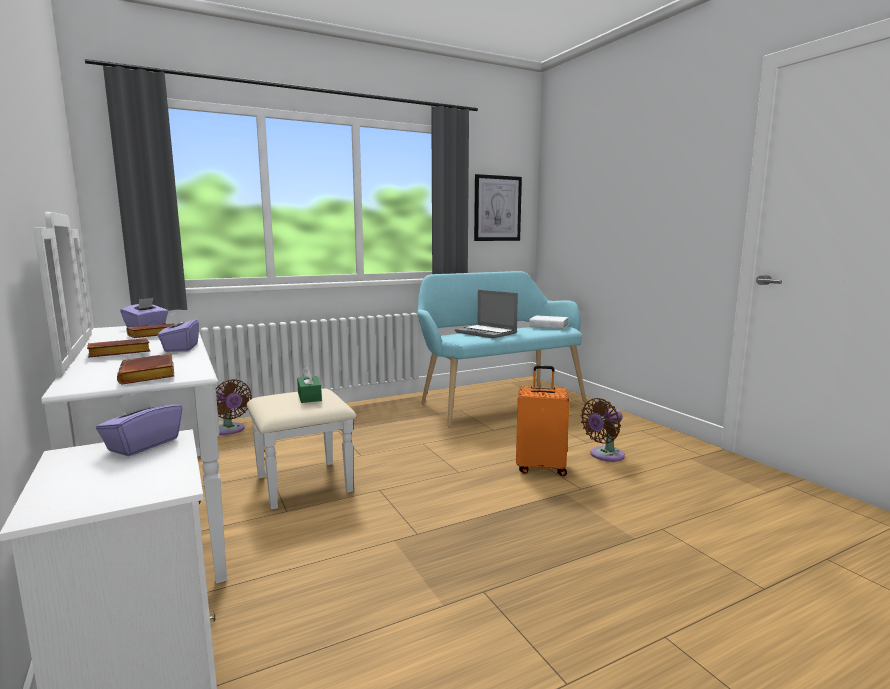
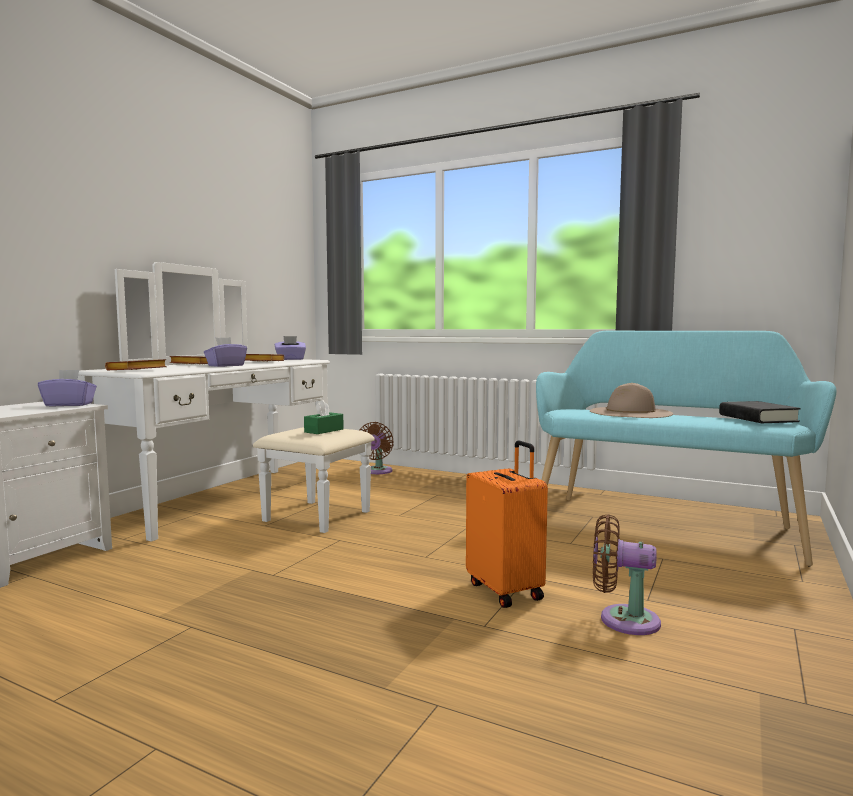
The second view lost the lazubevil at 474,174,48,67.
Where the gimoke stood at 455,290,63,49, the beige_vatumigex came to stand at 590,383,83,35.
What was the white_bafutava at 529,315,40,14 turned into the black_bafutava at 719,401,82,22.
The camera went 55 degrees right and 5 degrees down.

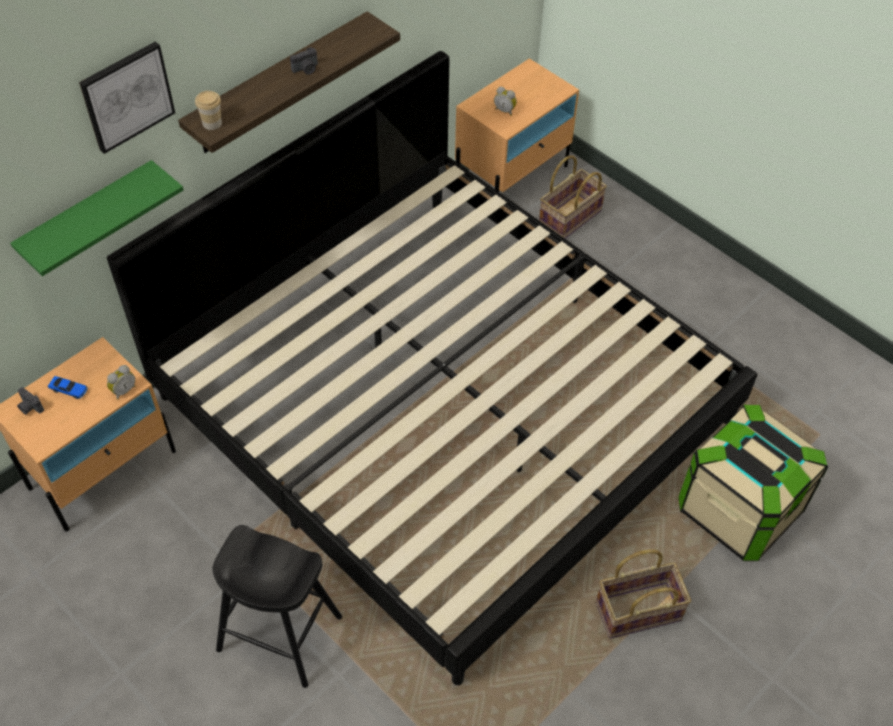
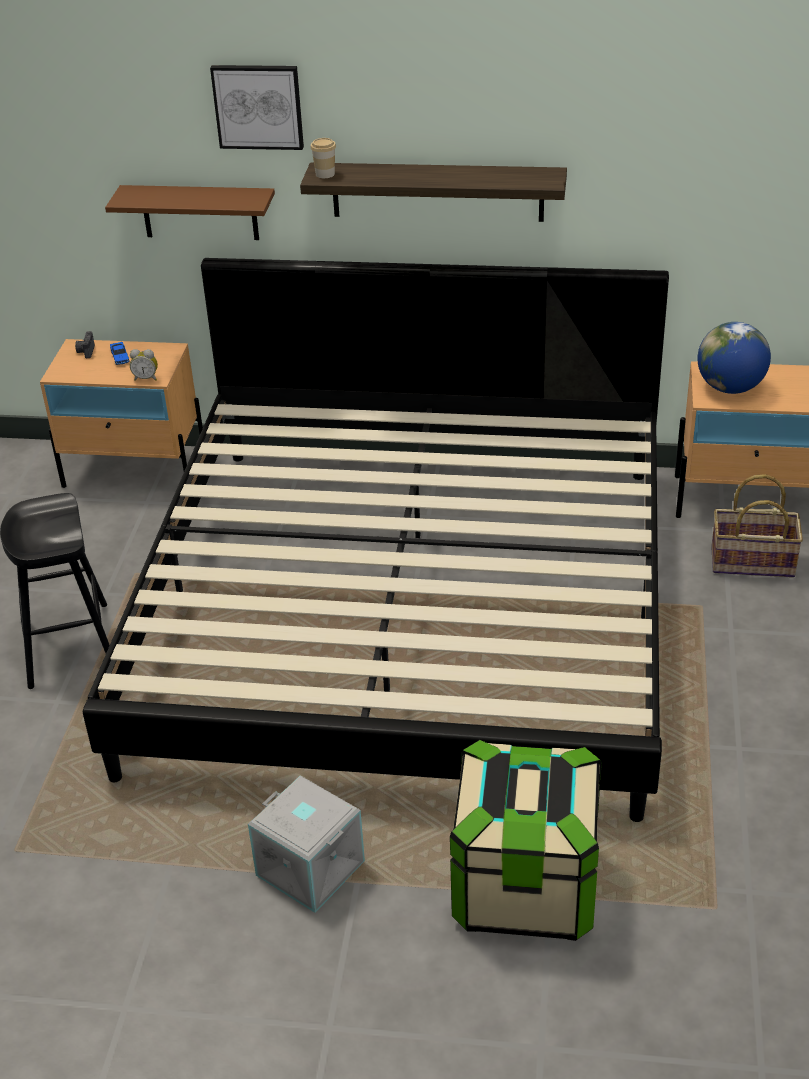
The second view lost the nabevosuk at 290,47,28,28.
Where the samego stood at 494,87,23,29, the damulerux came to stand at 698,322,73,72.
Where the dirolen stood at 596,549,95,90, the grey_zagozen came to stand at 248,775,117,138.
What was the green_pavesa at 10,160,174,116 turned into the brown_pavesa at 105,185,170,55.
The camera went 55 degrees right and 15 degrees down.

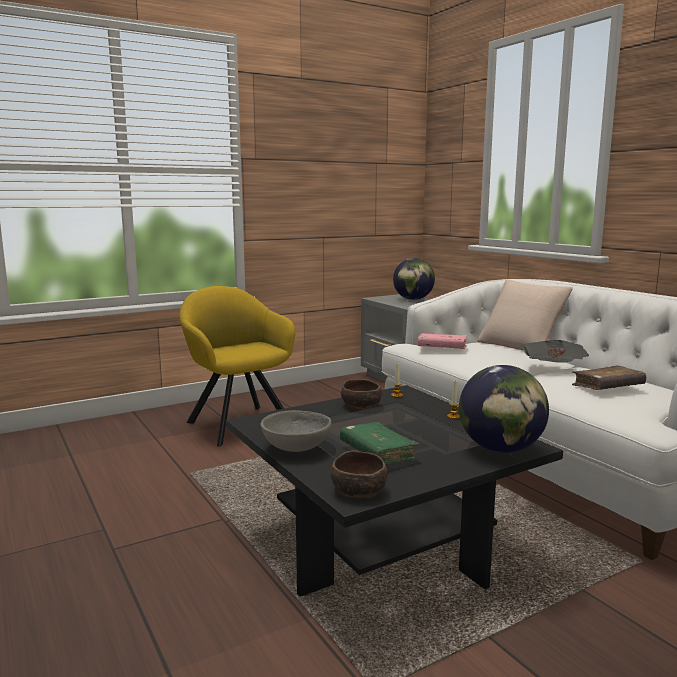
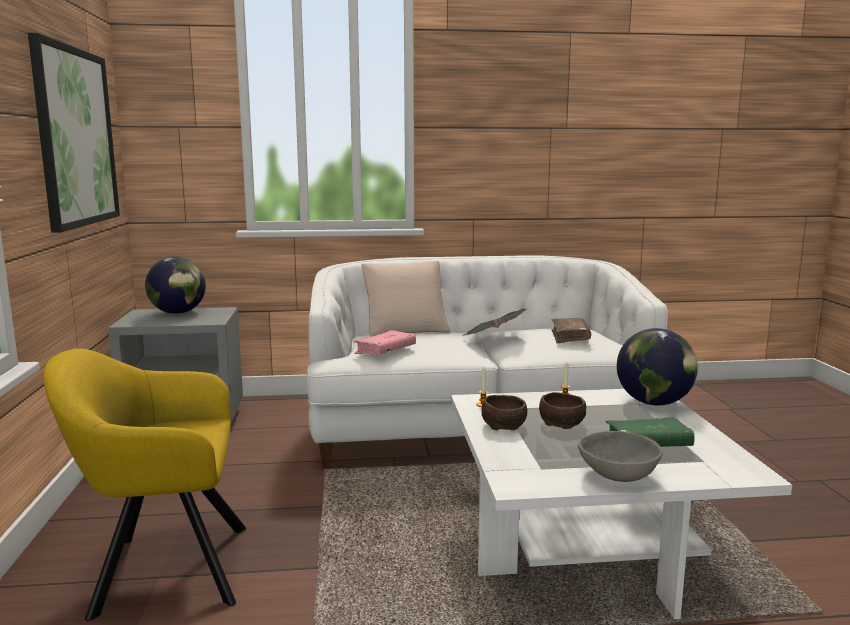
The second view gained the lazubevil at 28,33,92,200.
The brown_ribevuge ended up elsewhere, having gone from 331,450,57,49 to 539,392,47,37.
What was the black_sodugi at 226,385,337,212 turned into the white_sodugi at 451,389,341,230.
The camera went 65 degrees left and 0 degrees up.

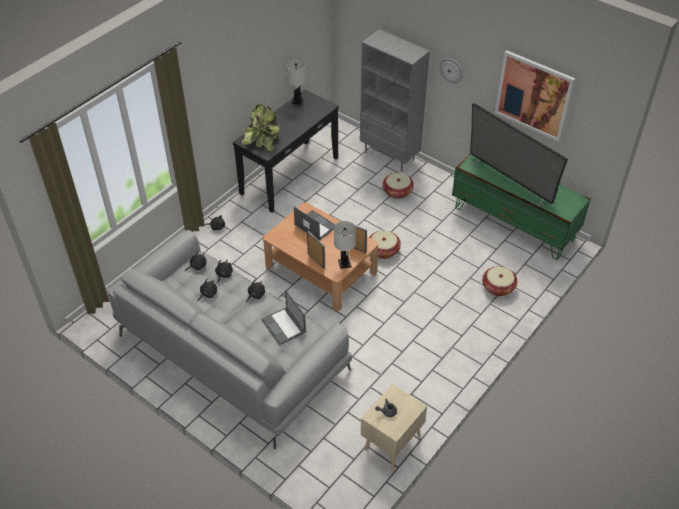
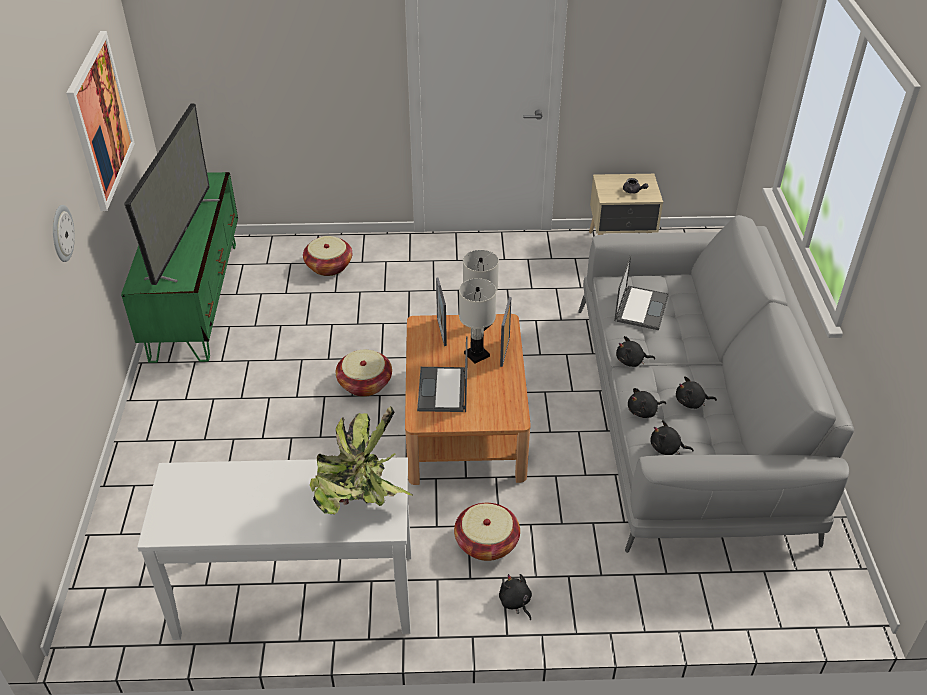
The second view lost the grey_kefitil at 360,29,70,143.
The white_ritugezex ended up elsewhere, having gone from 287,59,19,46 to 459,278,37,86.
The dirolen ended up elsewhere, having gone from 382,173,32,26 to 454,503,66,58.
What was the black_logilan at 233,89,106,124 turned into the white_logilan at 137,457,274,183.
The camera went 130 degrees left and 5 degrees down.

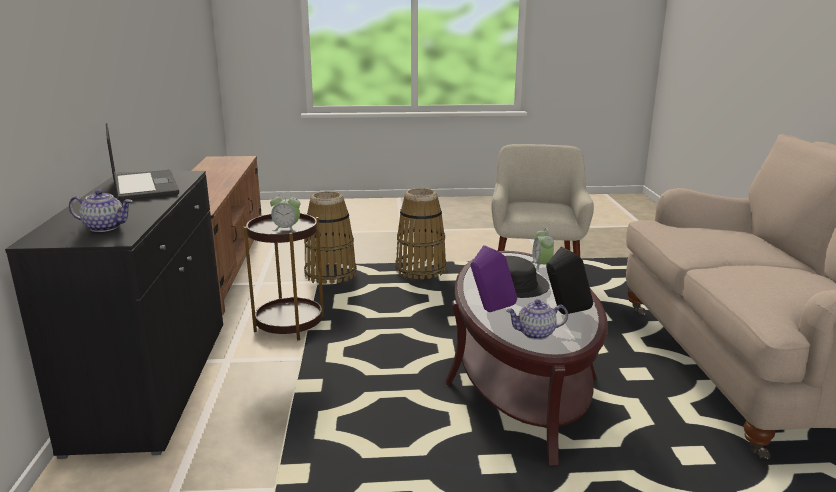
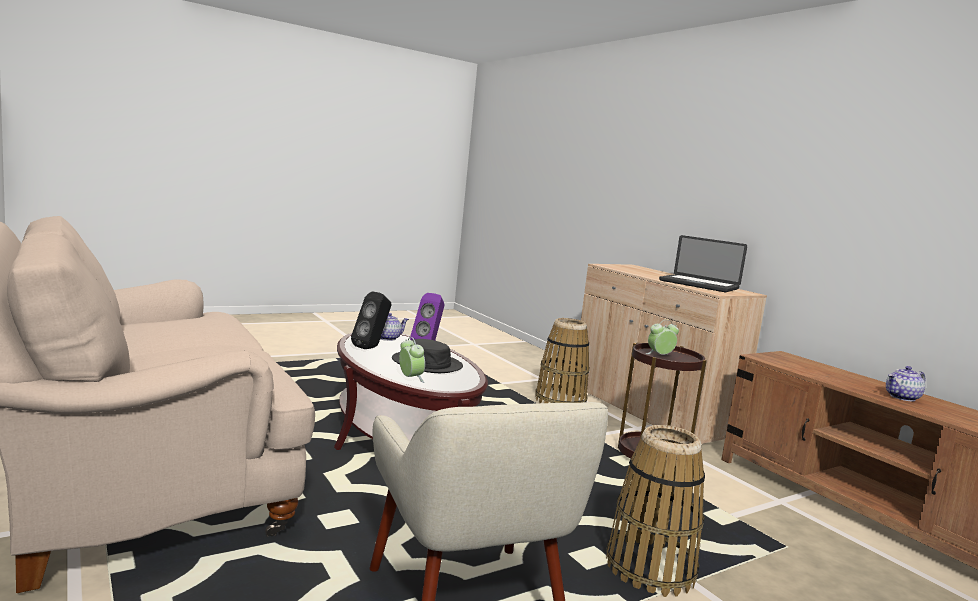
The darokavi ended up elsewhere, having gone from 69,190,63,42 to 886,366,39,35.
The dirolen ended up elsewhere, having gone from 304,191,53,93 to 535,318,55,85.
What was the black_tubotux at 5,171,218,288 turned into the beige_tubotux at 581,264,186,180.
The camera went 150 degrees right and 10 degrees down.

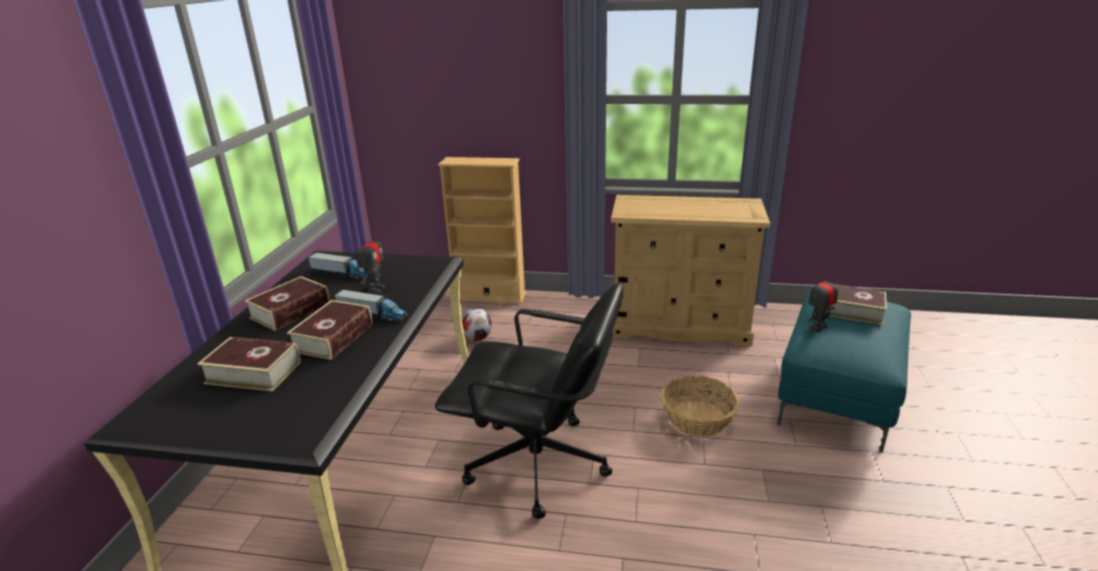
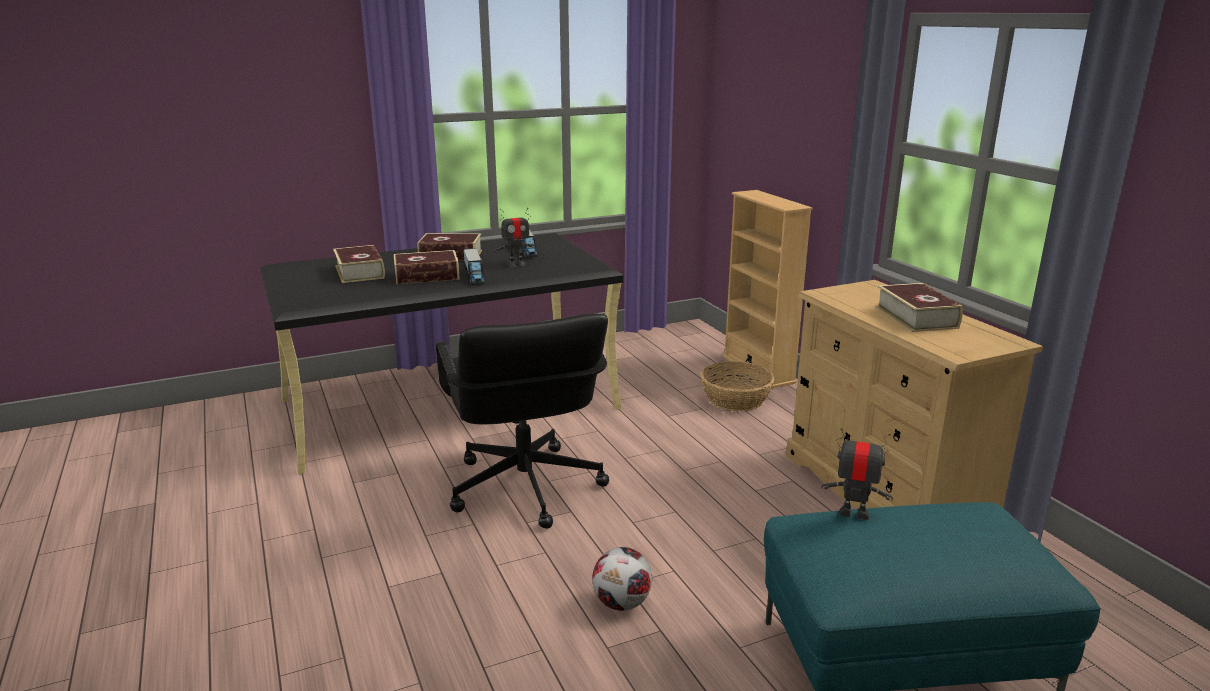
The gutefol ended up elsewhere, having gone from 462,308,30,33 to 592,547,60,64.
The dirolen ended up elsewhere, having gone from 661,375,78,62 to 700,361,74,50.
The bafutava ended up elsewhere, having gone from 829,284,58,41 to 876,283,87,49.
The camera went 55 degrees right and 5 degrees down.

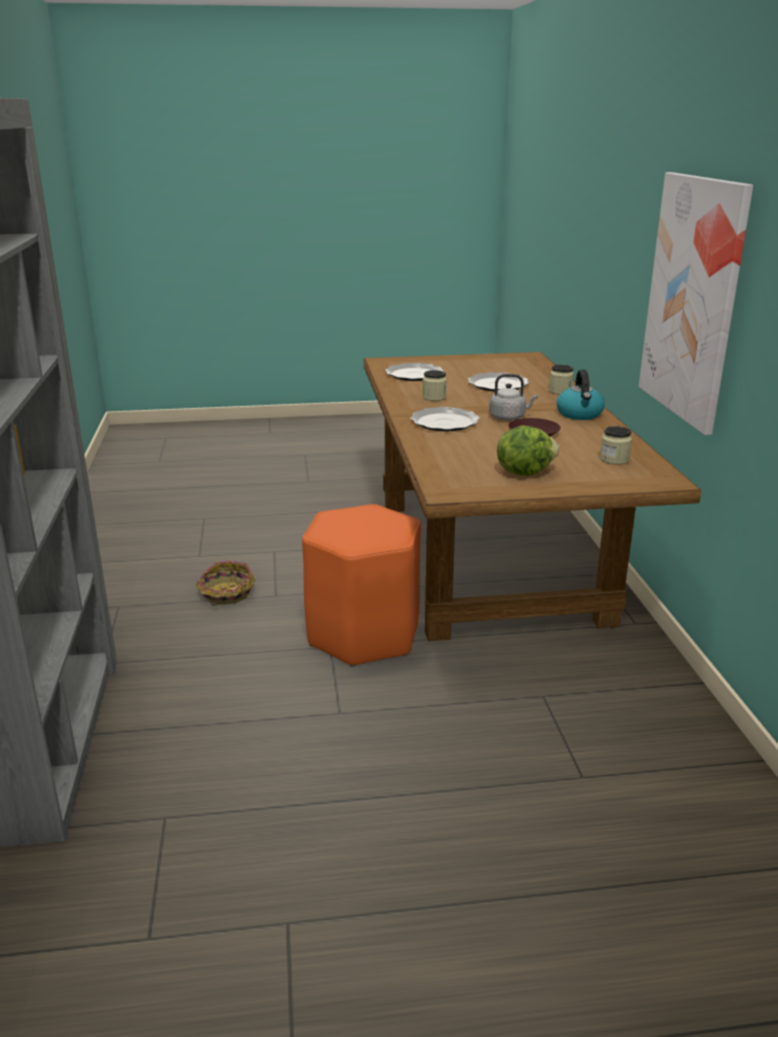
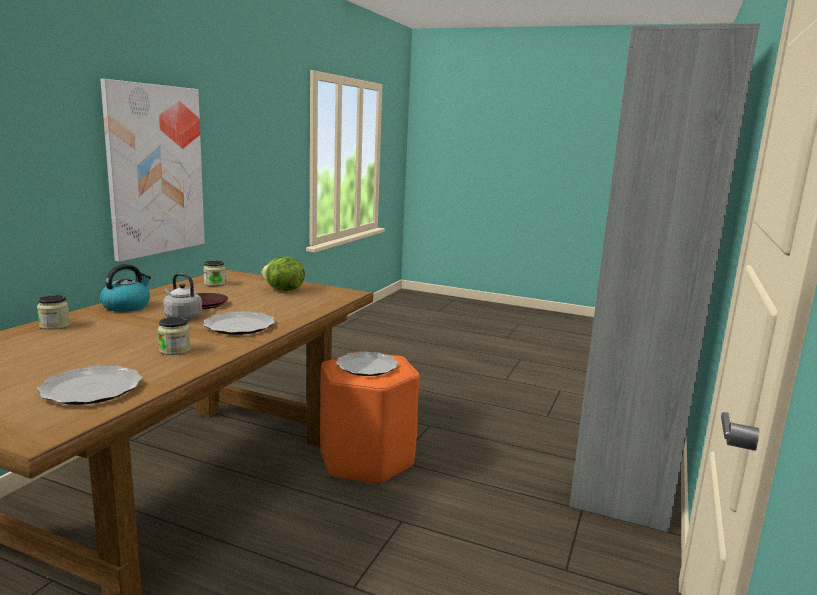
The second view lost the dirolen at 196,561,59,45.
The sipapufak ended up elsewhere, having gone from 468,372,61,20 to 336,352,62,24.
The camera went 150 degrees left and 10 degrees down.

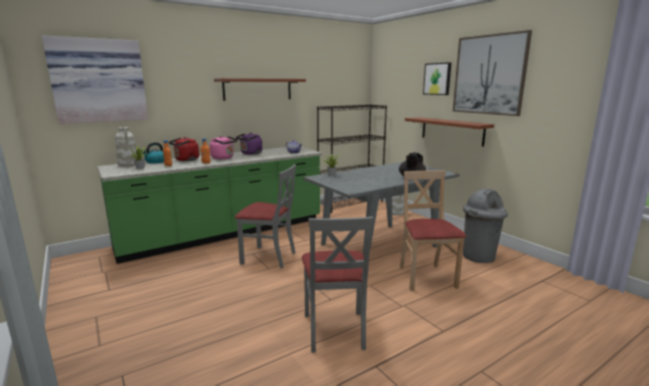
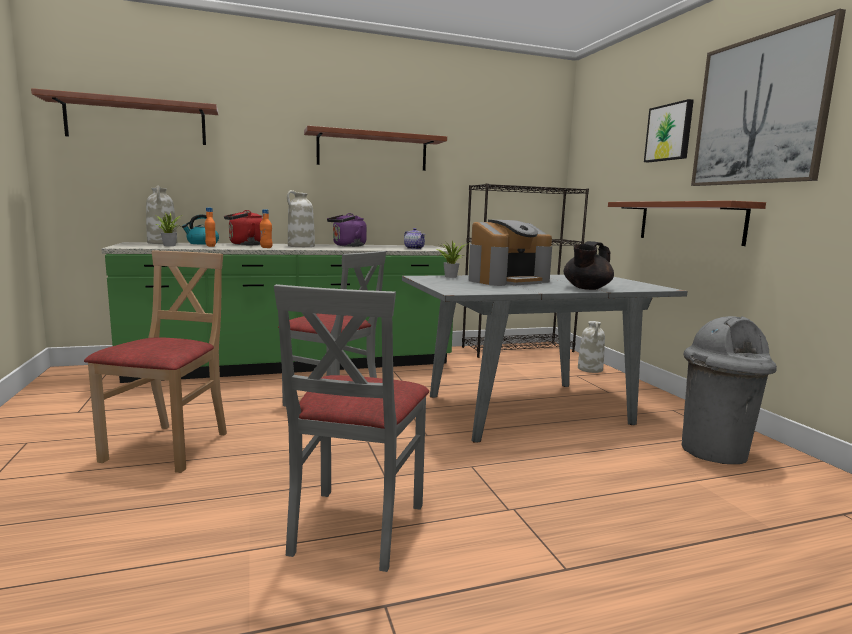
The second view gained the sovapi at 468,220,84,66.
The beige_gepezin ended up elsewhere, having gone from 400,171,66,120 to 84,250,143,223.
Where the lazubevil hung at 42,35,106,89, the pavesa came to hang at 31,88,188,57.
Where the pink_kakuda stood at 210,136,28,23, the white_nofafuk came to stand at 287,190,28,57.
The camera went 15 degrees right and 5 degrees down.

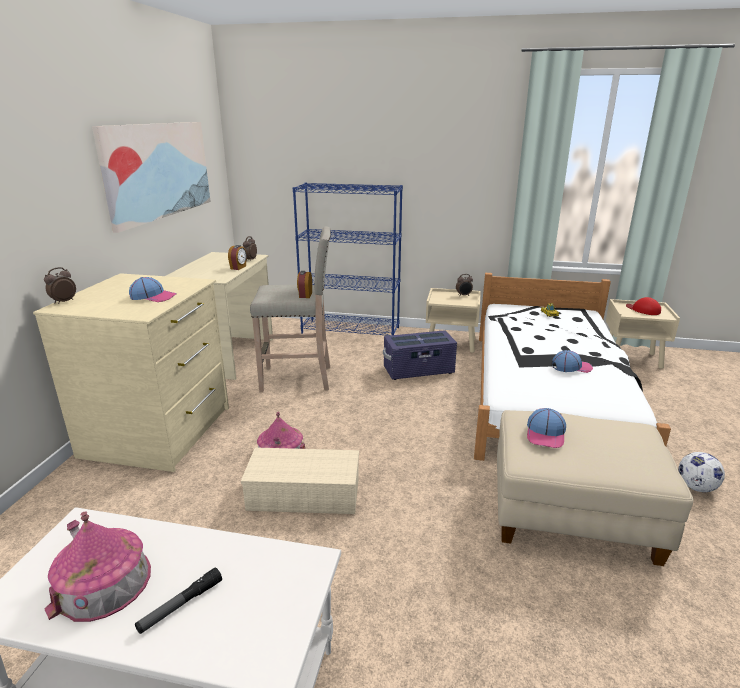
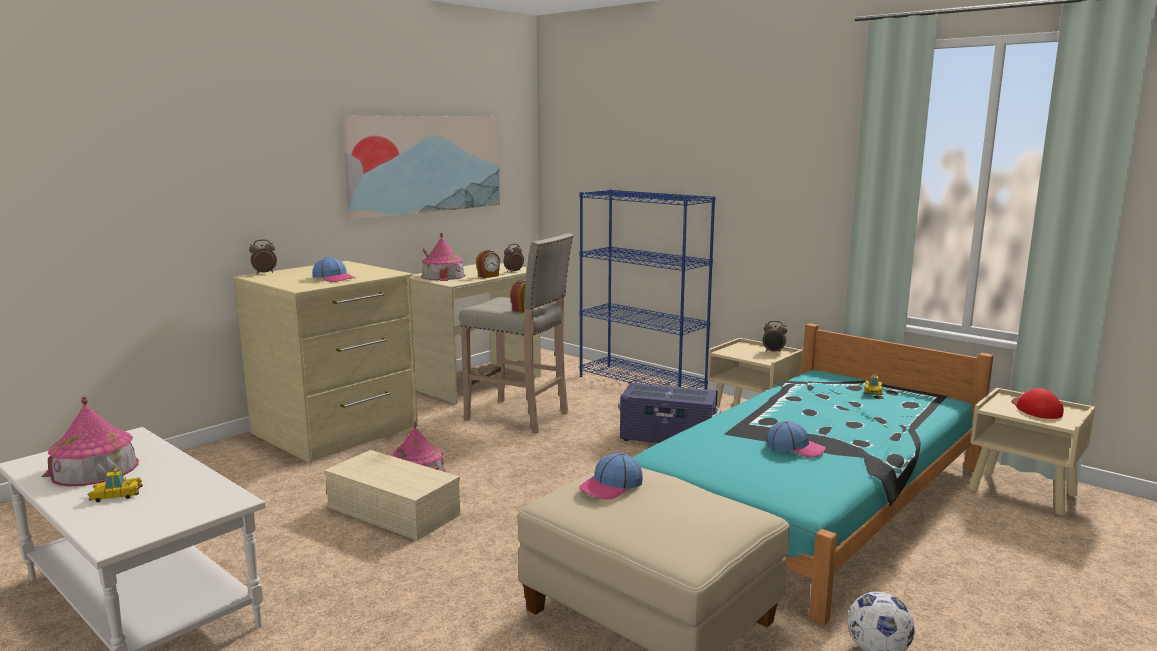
The second view gained the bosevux at 421,233,44,48.
Where the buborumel stood at 135,568,87,66, the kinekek came to stand at 88,468,55,34.
What was the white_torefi at 474,273,197,188 turned into the turquoise_torefi at 632,323,362,303.
The camera went 30 degrees right and 10 degrees down.

